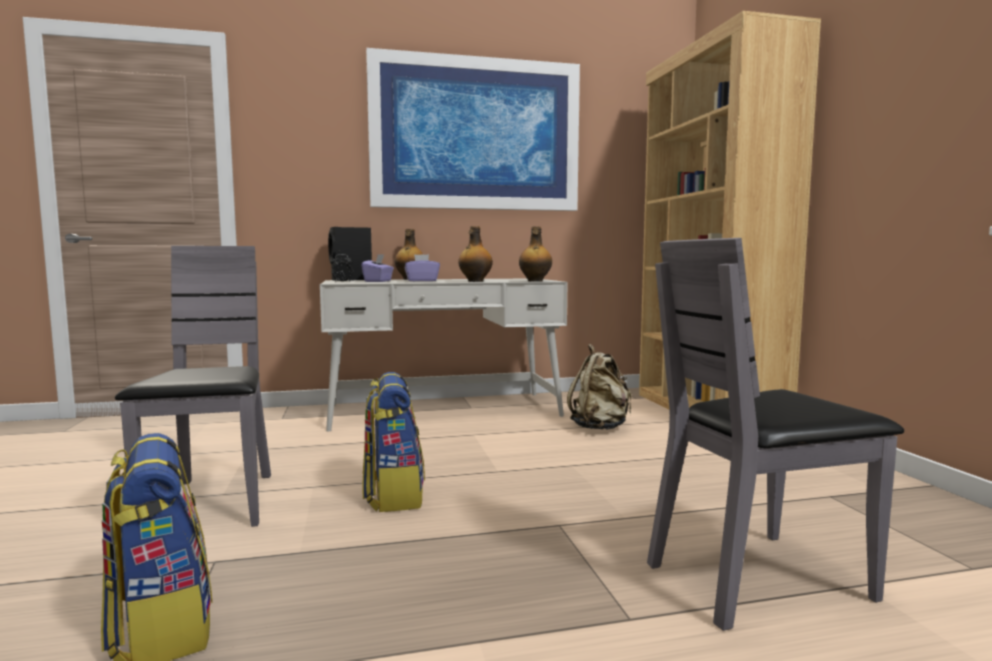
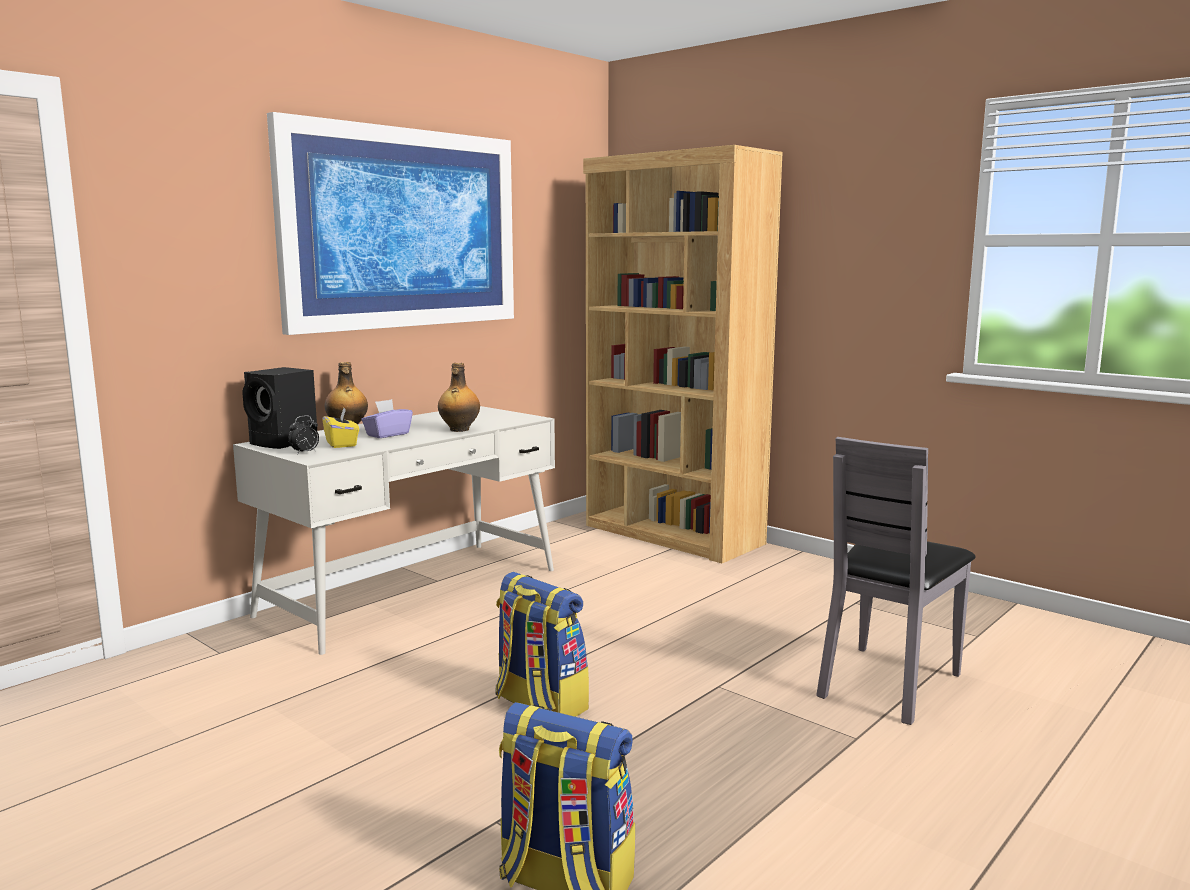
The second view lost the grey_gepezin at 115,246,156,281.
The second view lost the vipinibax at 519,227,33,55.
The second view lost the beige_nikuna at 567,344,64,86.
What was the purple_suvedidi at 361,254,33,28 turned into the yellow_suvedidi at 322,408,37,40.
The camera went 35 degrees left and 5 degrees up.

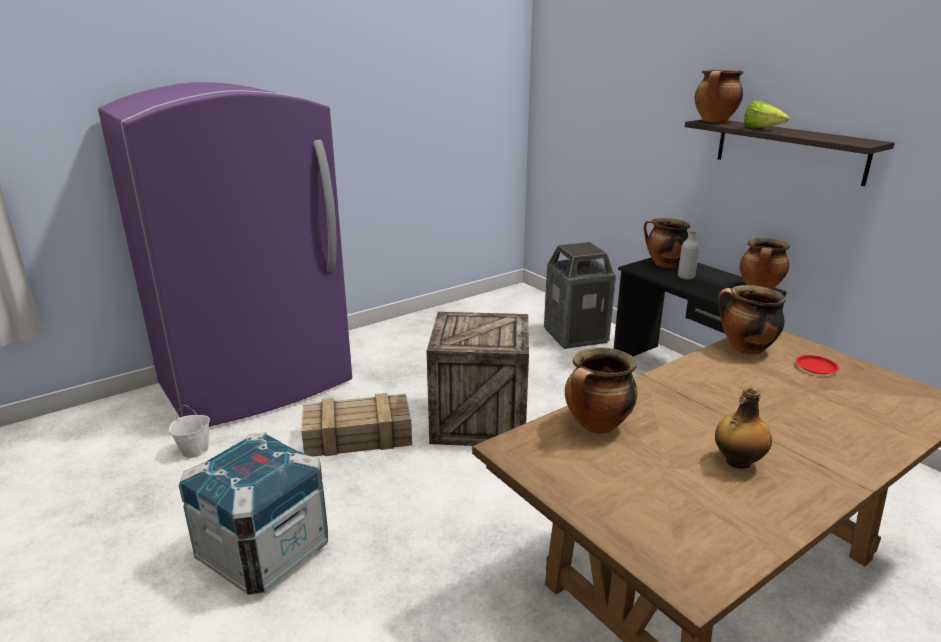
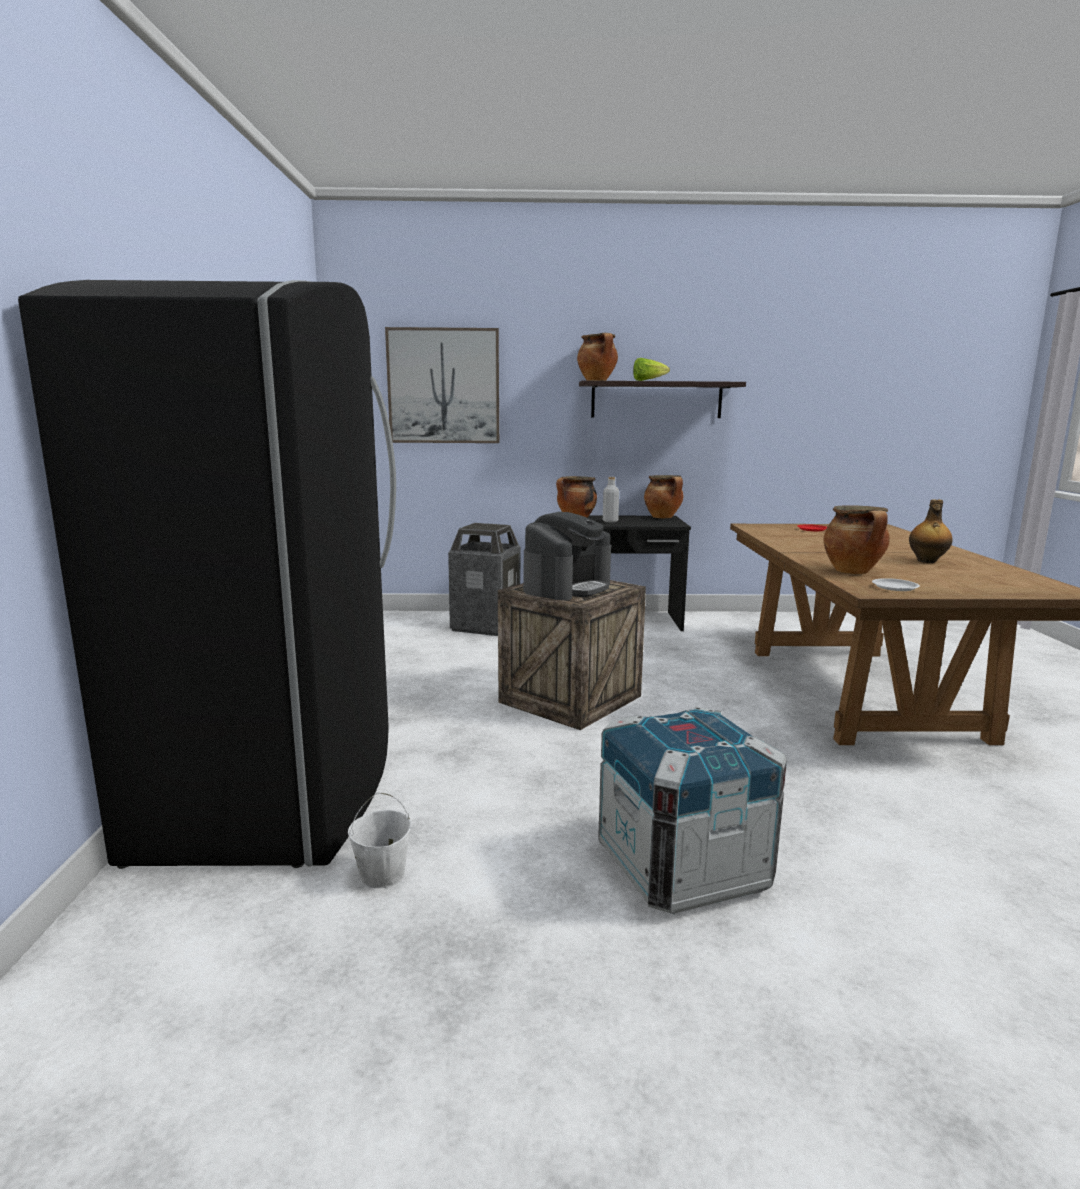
The second view lost the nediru at 301,393,111,63.
The second view lost the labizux at 718,285,68,70.
The second view gained the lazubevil at 385,327,114,116.
The second view gained the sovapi at 523,512,88,88.
The second view gained the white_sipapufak at 872,578,48,13.
What was the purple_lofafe at 98,82,254,345 turned into the black_lofafe at 18,280,378,589.
The camera went 55 degrees left and 10 degrees down.

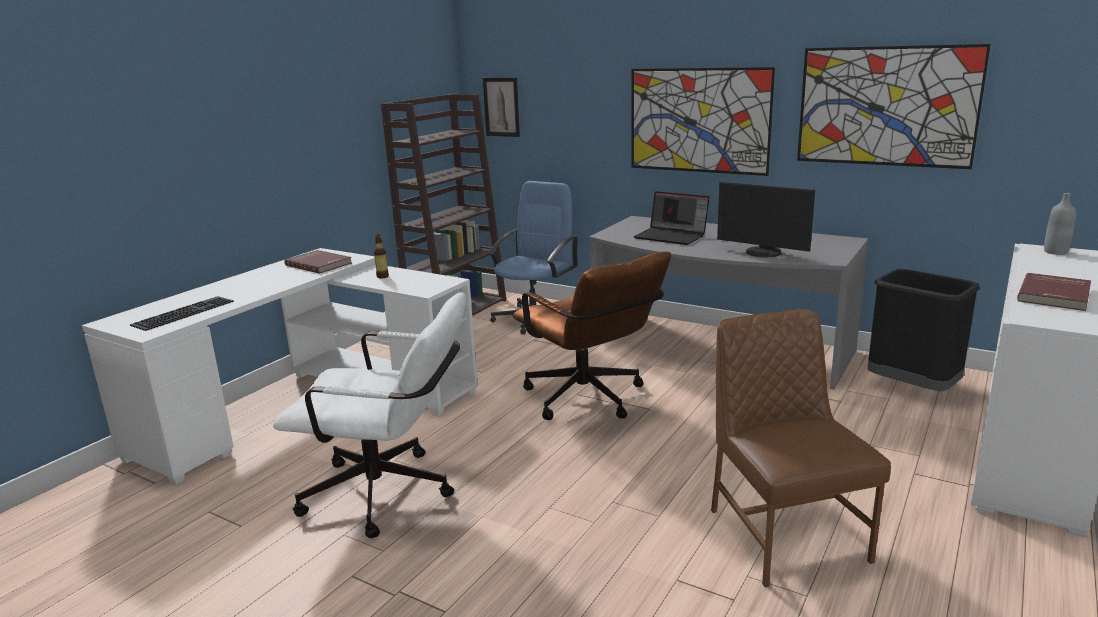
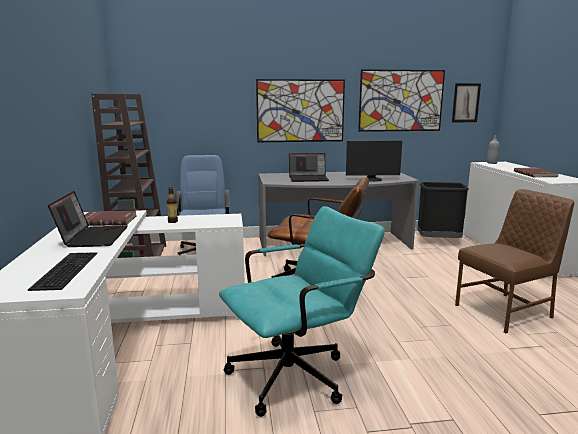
The second view gained the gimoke at 48,191,79,56.
The lazubevil ended up elsewhere, having gone from 483,78,37,59 to 452,83,29,39.
What was the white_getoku at 273,292,193,246 turned into the turquoise_getoku at 219,206,166,211.
The brown_gepezin at 711,309,180,278 ended up facing another way, 120 degrees clockwise from before.
The camera went 40 degrees left and 5 degrees down.

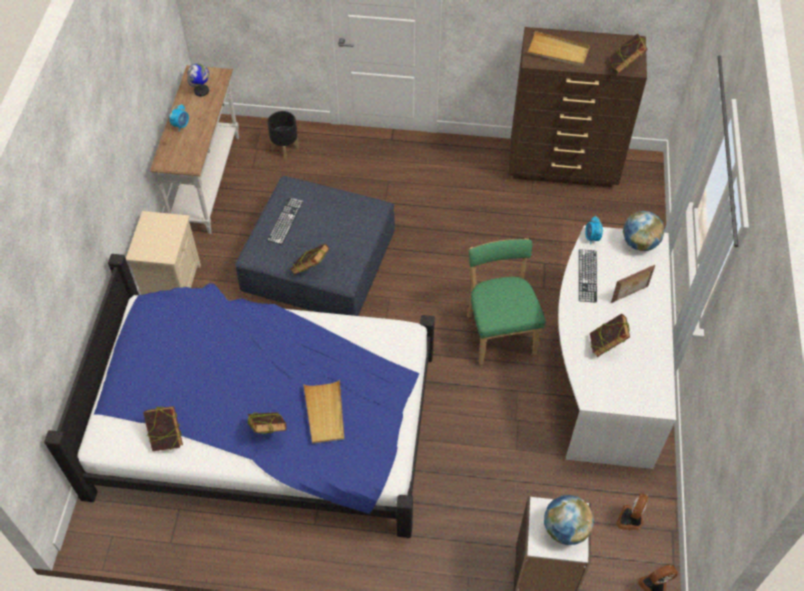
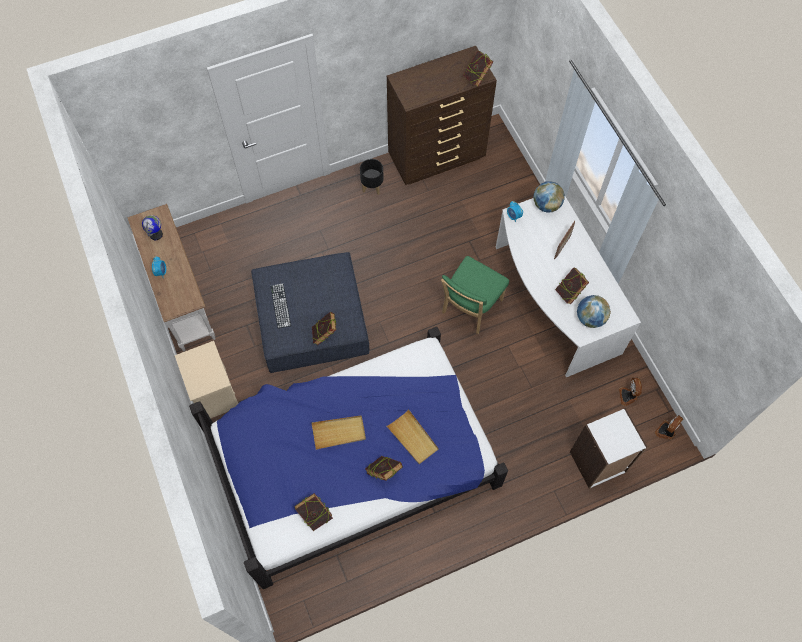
The second view lost the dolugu at 579,249,18,54.
The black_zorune ended up elsewhere, having gone from 267,111,32,47 to 360,159,24,36.
The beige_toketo ended up elsewhere, having gone from 527,31,63,36 to 311,415,55,35.
The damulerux ended up elsewhere, having gone from 544,495,50,50 to 577,295,34,33.
The green_gepezin at 467,238,78,127 ended up facing another way, 105 degrees counterclockwise from before.
The camera went 30 degrees left and 10 degrees up.

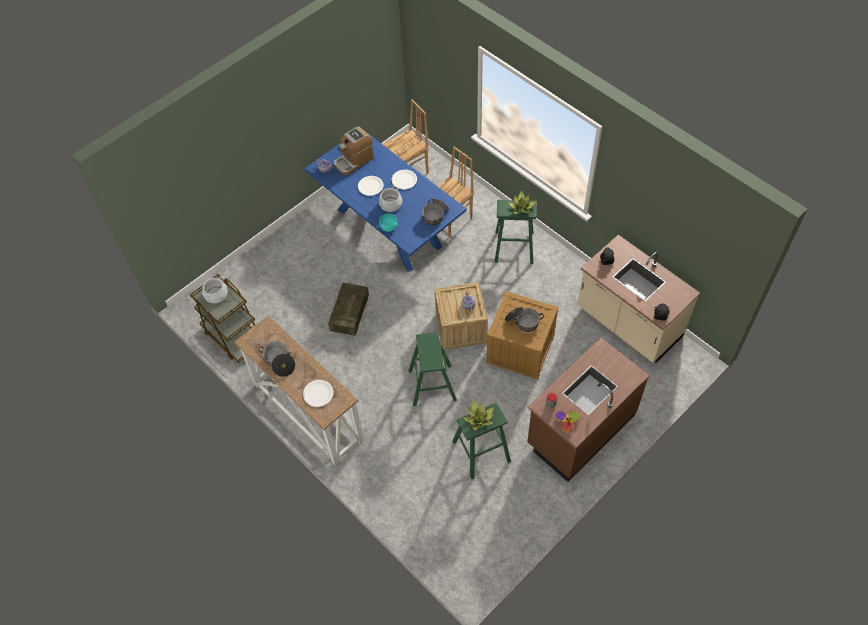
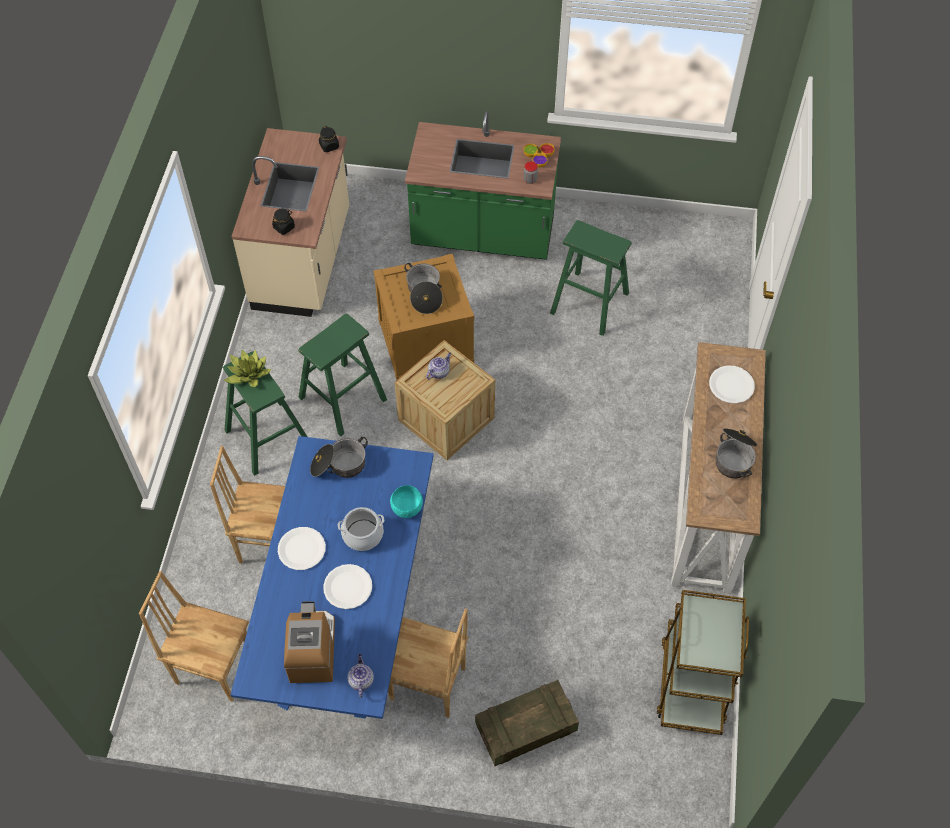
The second view lost the labizux at 202,276,26,27.
The second view lost the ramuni at 464,399,30,31.
The second view gained the brown_gepezin at 388,608,80,110.
The nediru ended up elsewhere, having gone from 328,283,41,53 to 475,680,104,86.
The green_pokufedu ended up elsewhere, having gone from 408,332,49,75 to 298,314,89,122.
What was the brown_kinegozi at 527,338,122,144 turned into the green_kinegozi at 405,111,156,149.
The sovapi at 334,126,40,49 ended up facing another way, 105 degrees counterclockwise from before.
The camera went 130 degrees left and 0 degrees up.

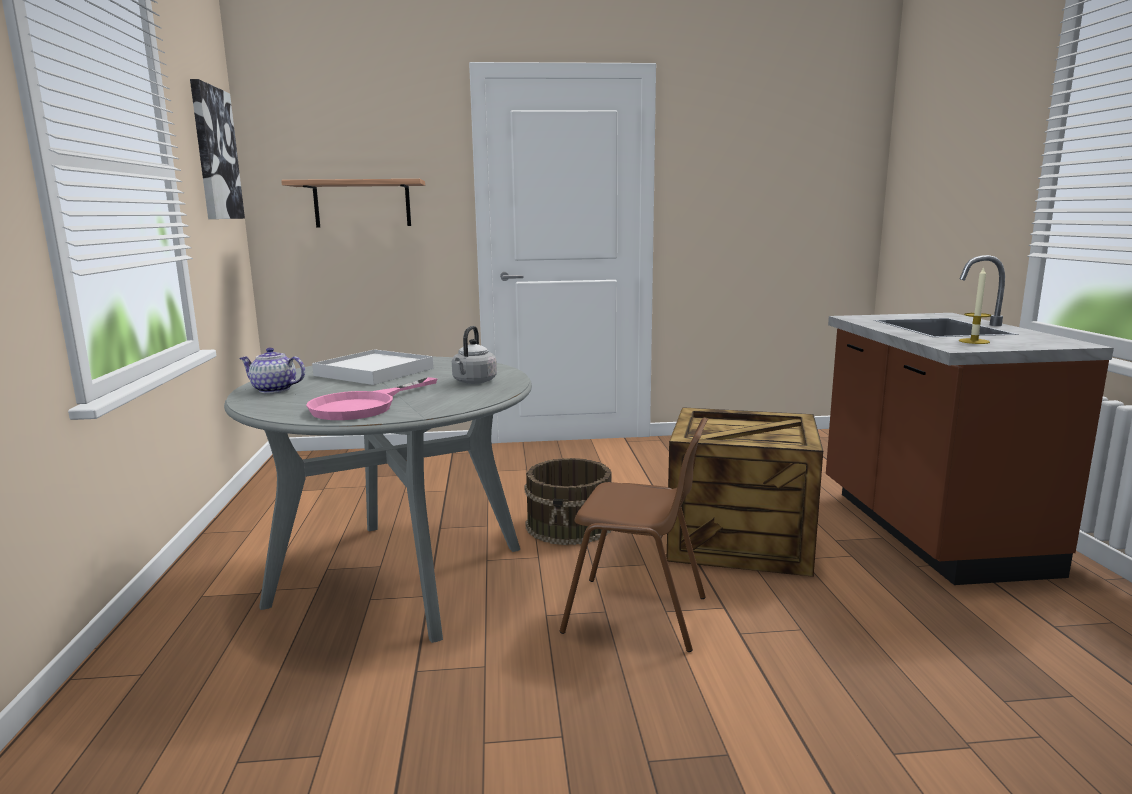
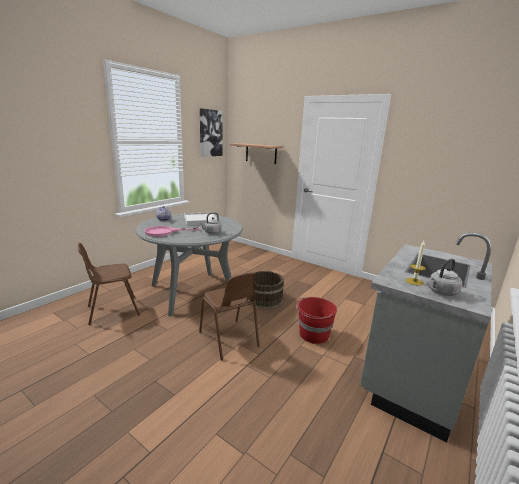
The second view gained the brown_gepezin at 78,243,62,82.
The second view gained the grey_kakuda at 429,259,33,37.
Where the nediru stood at 667,407,156,170, the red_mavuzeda came to stand at 296,297,41,47.
What was the brown_kinegozi at 826,255,288,330 turned into the grey_kinegozi at 360,233,132,210.
The camera went 40 degrees right and 5 degrees up.

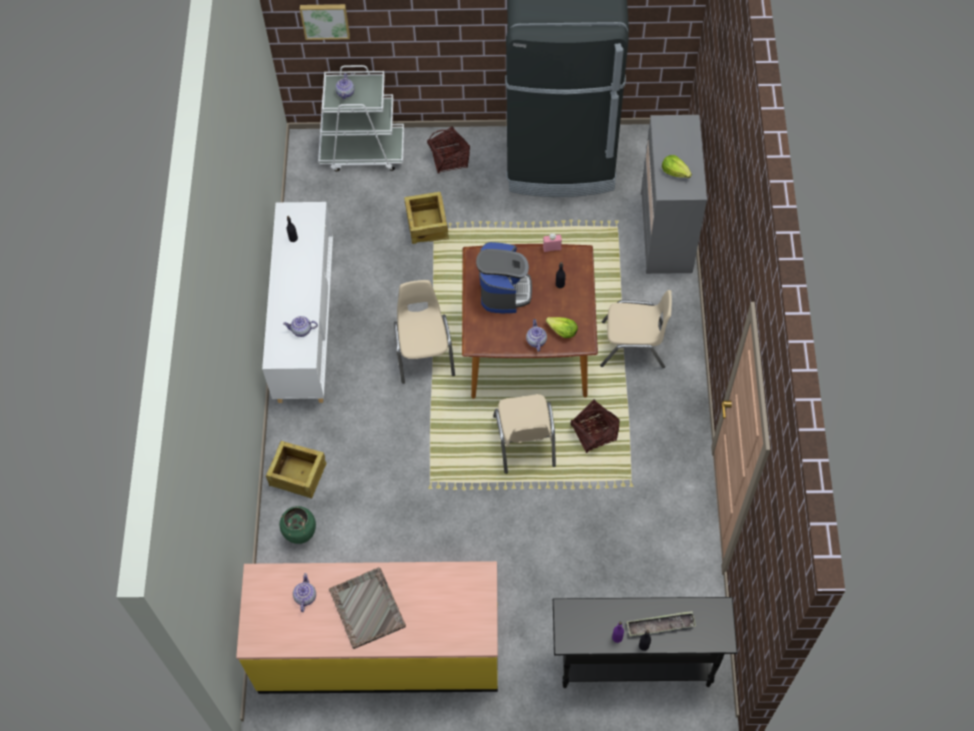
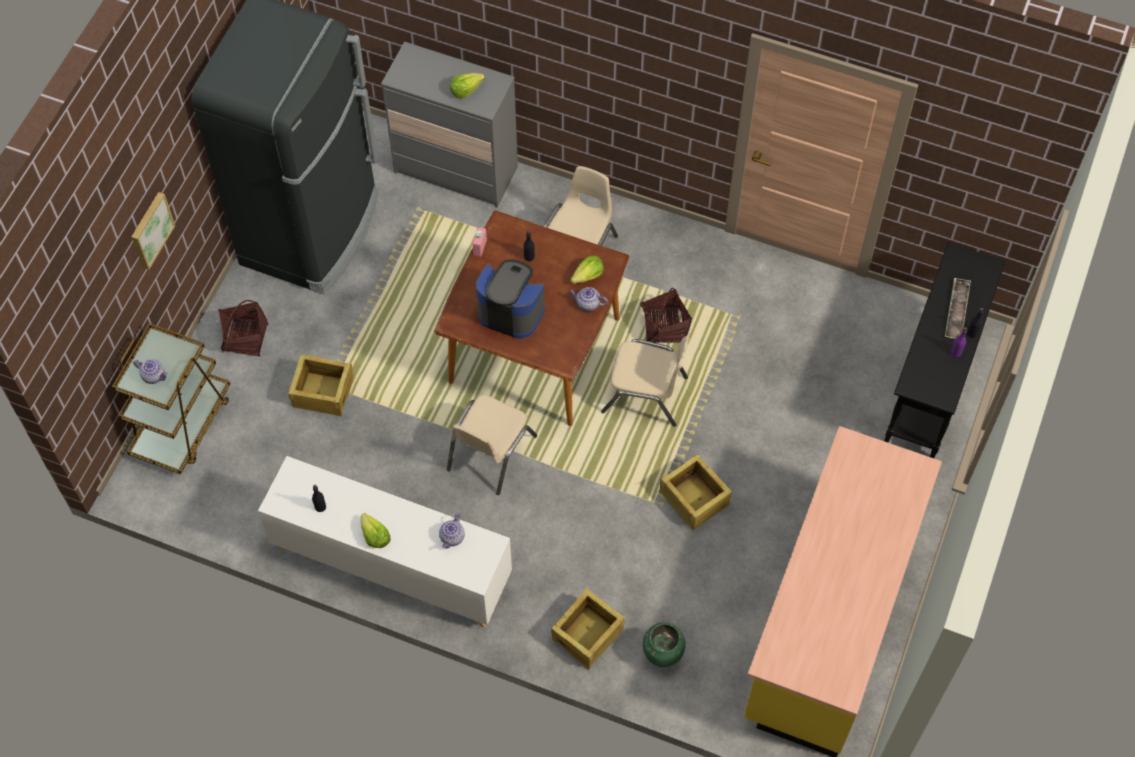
The second view lost the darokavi at 293,573,23,39.
The second view lost the grey_toketo at 329,567,77,82.
The second view gained the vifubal at 361,513,30,35.
The second view gained the nediru at 659,454,73,76.
The lazubevil ended up elsewhere, having gone from 300,4,50,36 to 131,192,44,78.
What was the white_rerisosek at 318,65,86,106 turned into the brown_rerisosek at 112,323,118,151.
The beige_gepezin at 394,280,61,104 ended up facing another way, 75 degrees counterclockwise from before.
The camera went 70 degrees left and 0 degrees up.

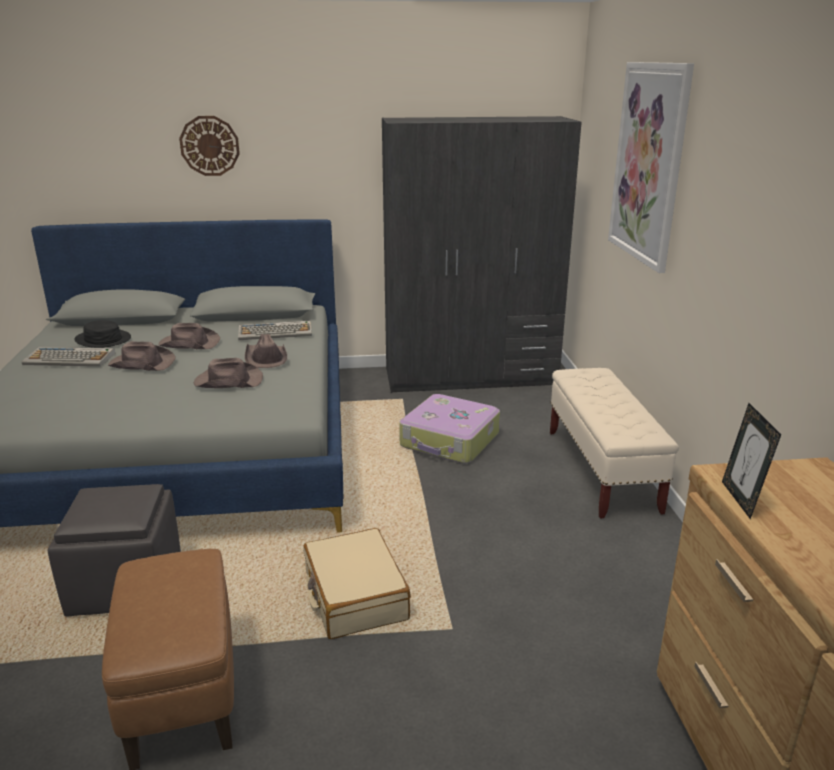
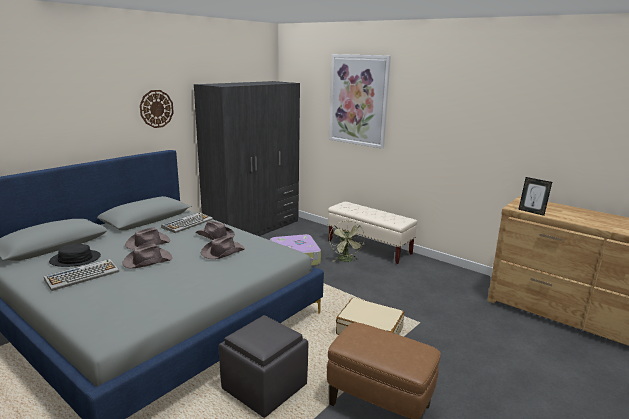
The second view gained the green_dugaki at 329,220,36,42.
The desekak ended up elsewhere, having gone from 179,116,61,60 to 140,90,34,38.
The camera went 45 degrees left and 5 degrees down.

